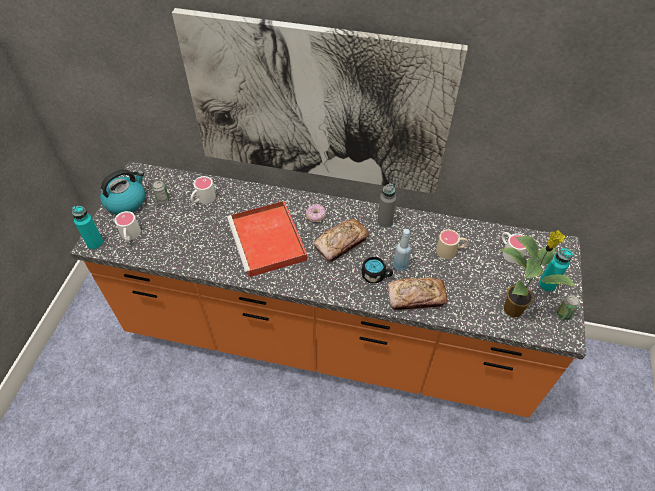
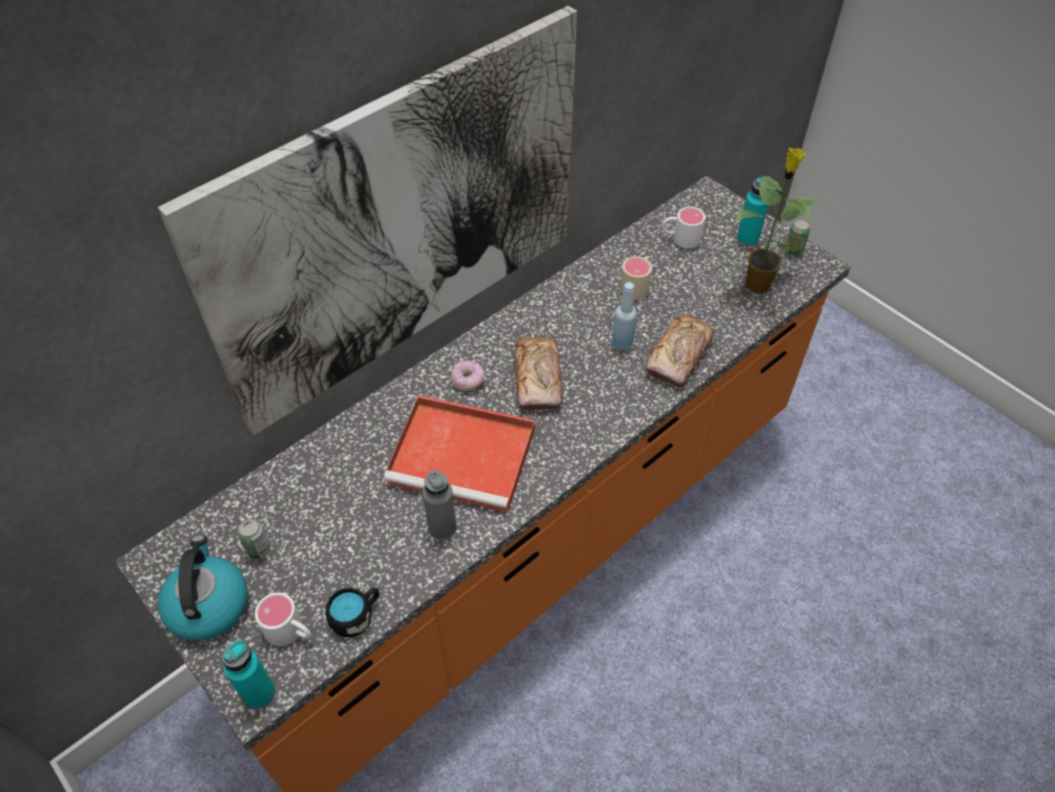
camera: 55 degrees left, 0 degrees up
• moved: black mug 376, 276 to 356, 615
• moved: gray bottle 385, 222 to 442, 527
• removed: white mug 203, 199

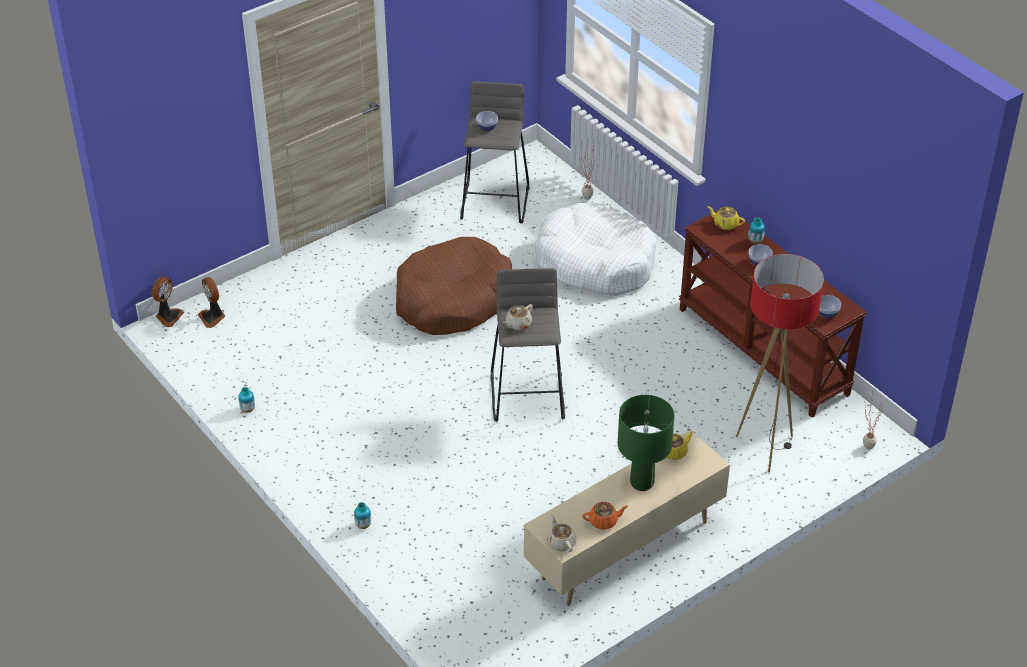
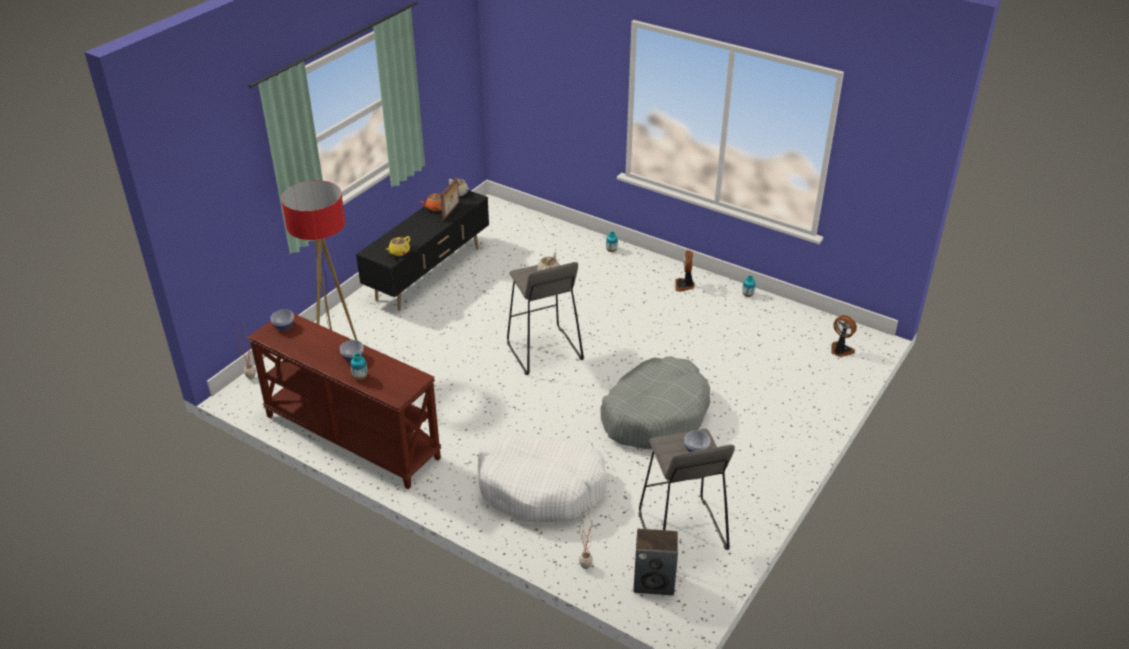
camera: 160 degrees right, 5 degrees down
• recoloured: sand-coloured tv stand 624, 550 to black tv stand 429, 274
• added: standing frame 451, 211
• recoloured: brownish pet bed 453, 300 to gray pet bed 655, 414
• added: loudspeaker 654, 582
• moved: electric fan 168, 316 to 685, 285
• removed: green lamp for a table 641, 482
• removed: yellow pot for tea 725, 224

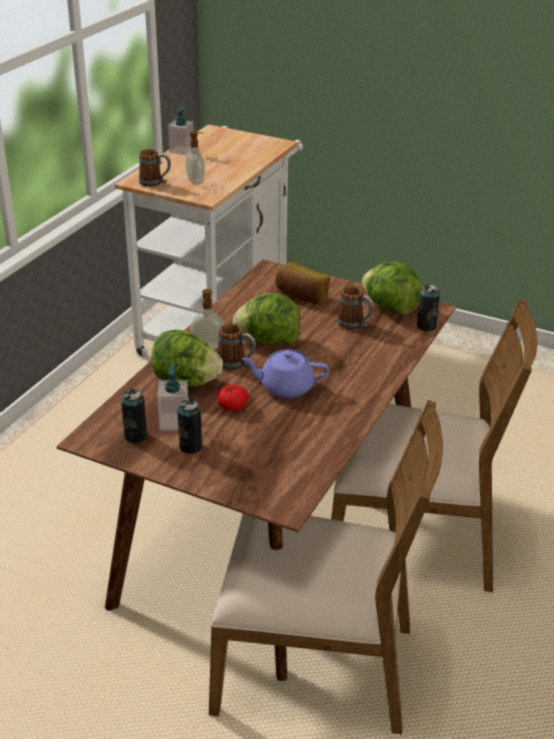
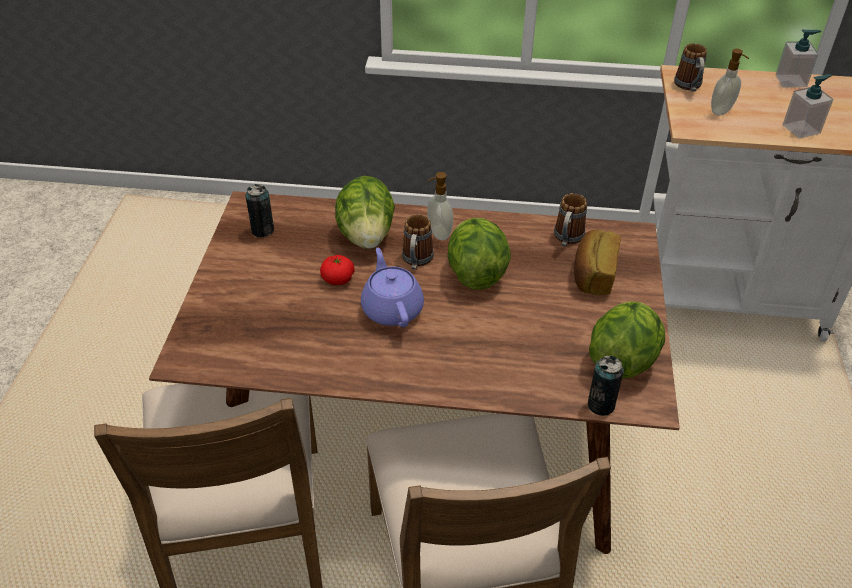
camera: 70 degrees right, 10 degrees up
• moved: mug 355, 325 to 567, 239
• moved: soap bottle 174, 421 to 801, 129
• removed: can 190, 446

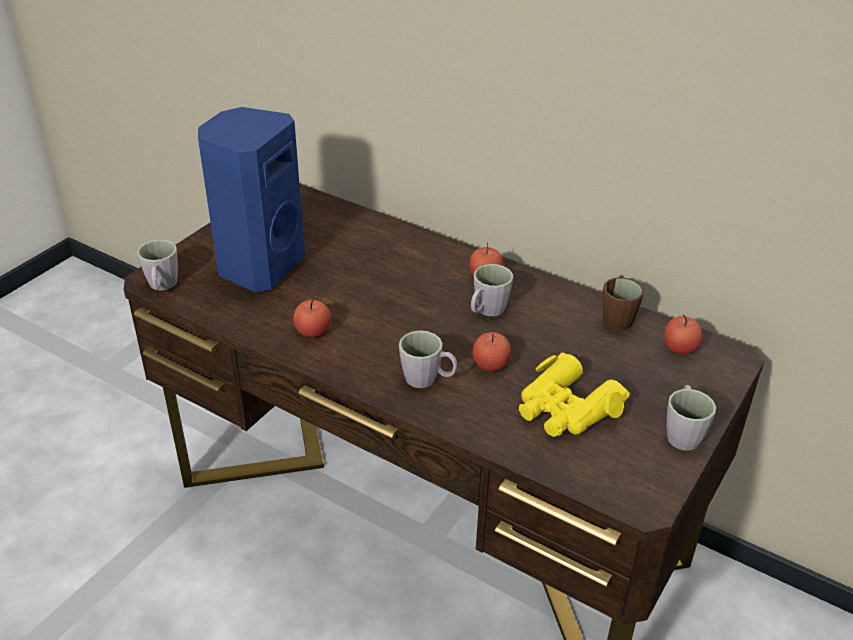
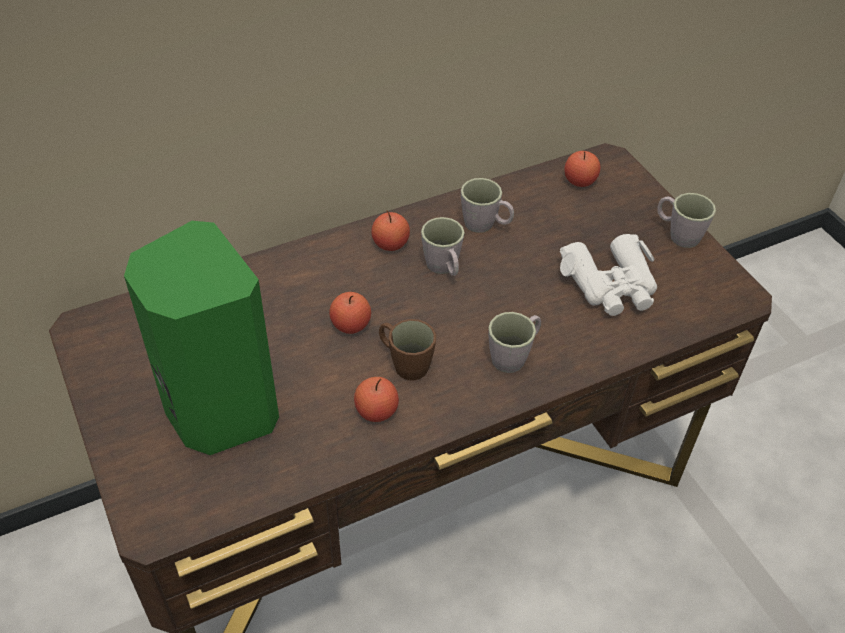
camera: 60 degrees left, 10 degrees up
• recoloured: blue-coloured loudspeaker 258, 266 to green loudspeaker 218, 411
• moved: whole apple 490, 365 to 350, 325
• moved: brownish mug 617, 317 to 404, 363
• moved: gray mug 162, 286 to 485, 225
• recoloured: yellow binoculars 566, 409 to white binoculars 611, 285

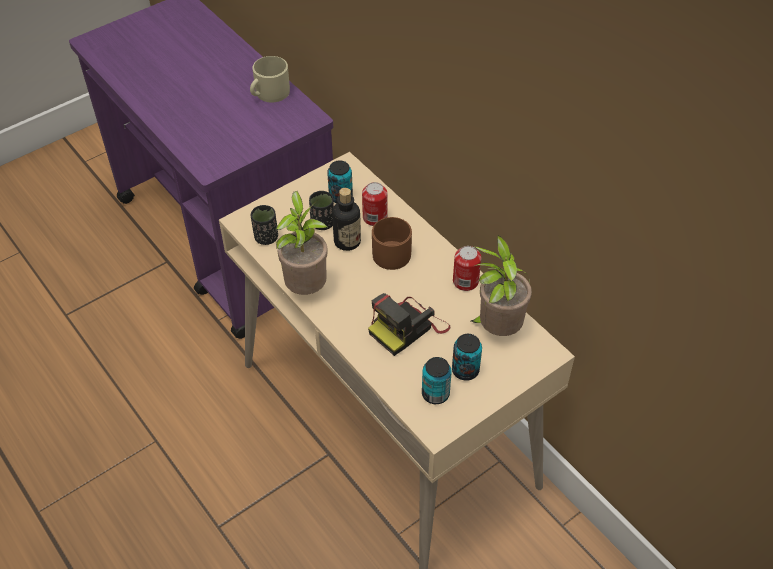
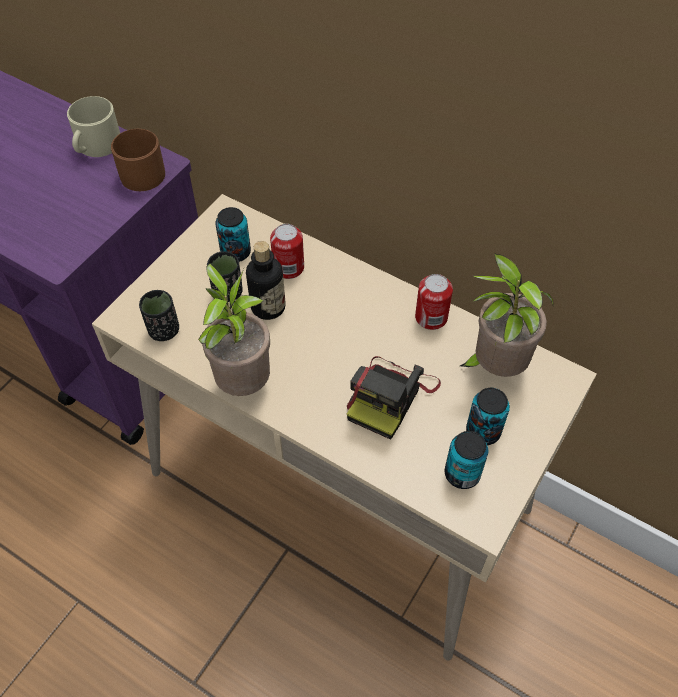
camera: 20 degrees left, 5 degrees up
• moved: brownish mug 393, 251 to 143, 171

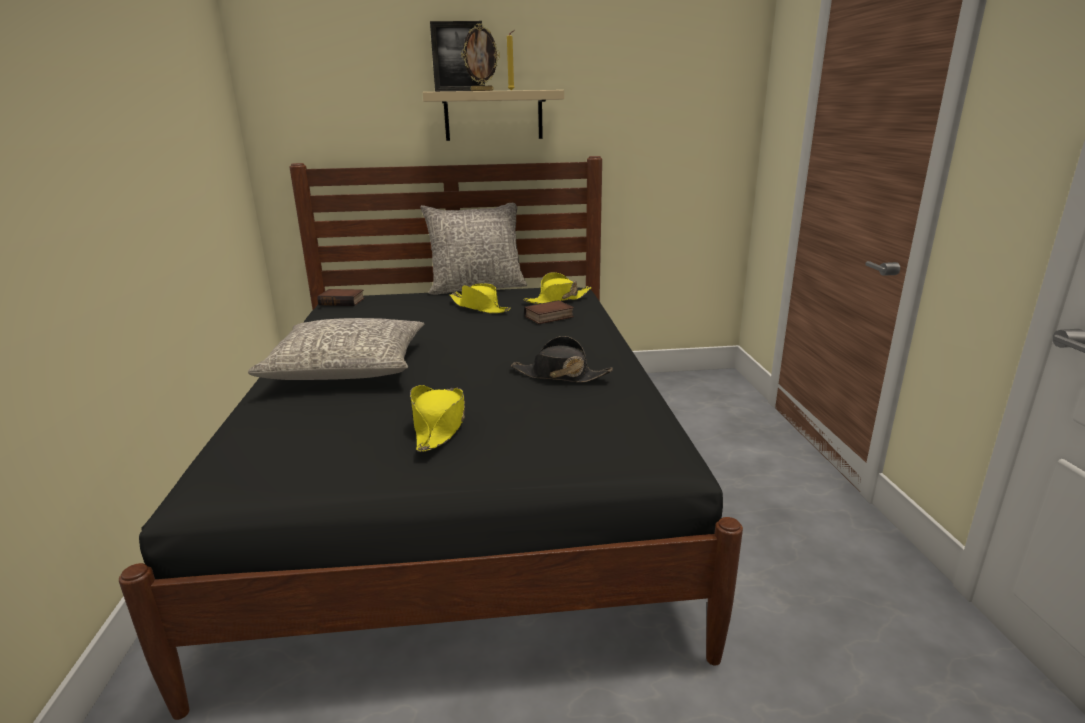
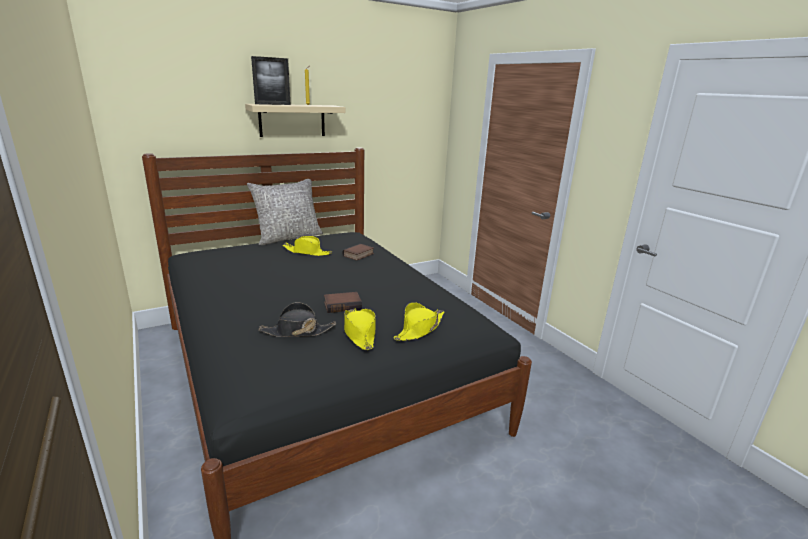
camera: 25 degrees left, 0 degrees up
• moved: black hat 560, 375 to 297, 331
• moved: bound book 343, 301 to 343, 305
• moved: yellow hat 558, 299 to 419, 329
• removed: gray cushion 348, 368
• removed: standing frame 482, 90

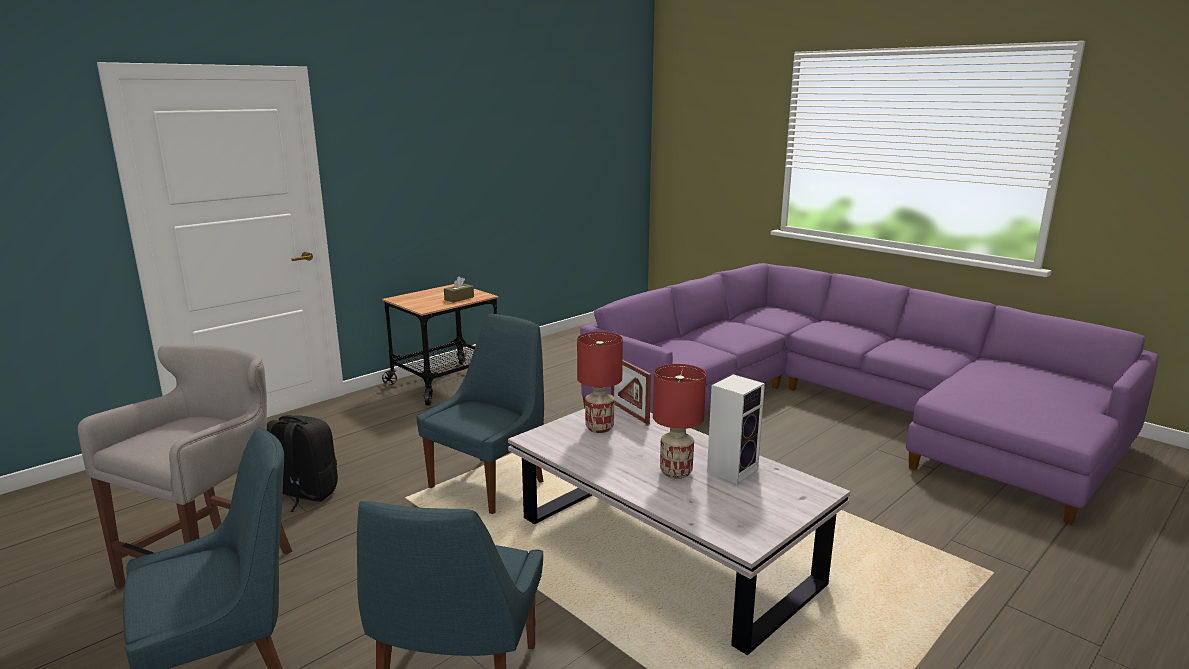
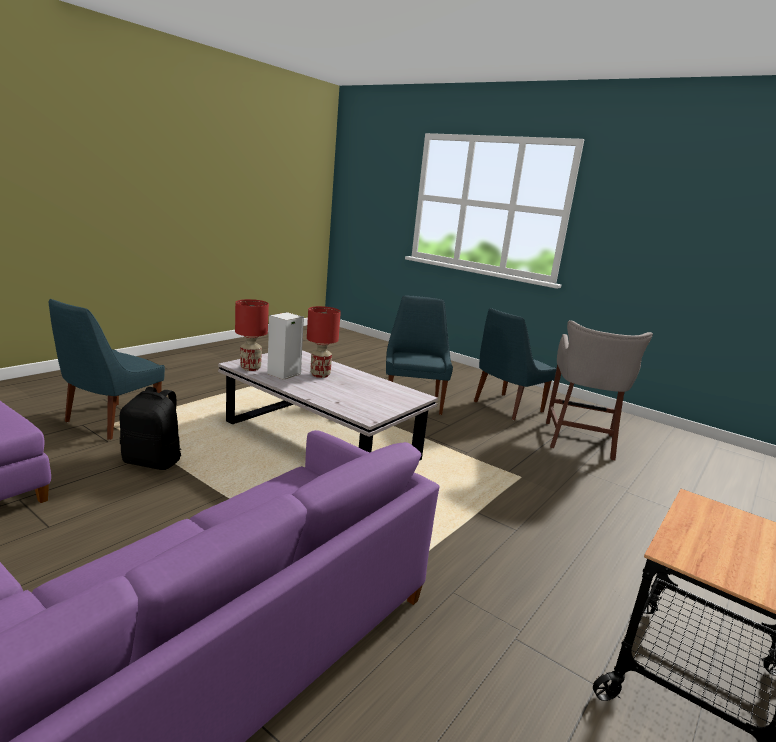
camera: 170 degrees right, 0 degrees up
• moved: blue-coloured plain chair 490, 483 to 110, 422
• moved: black rucksack 304, 494 to 153, 461
• moved: red lamp for a table 600, 428 to 250, 368
• removed: brownish tissue box 459, 298
• removed: standing frame 629, 412

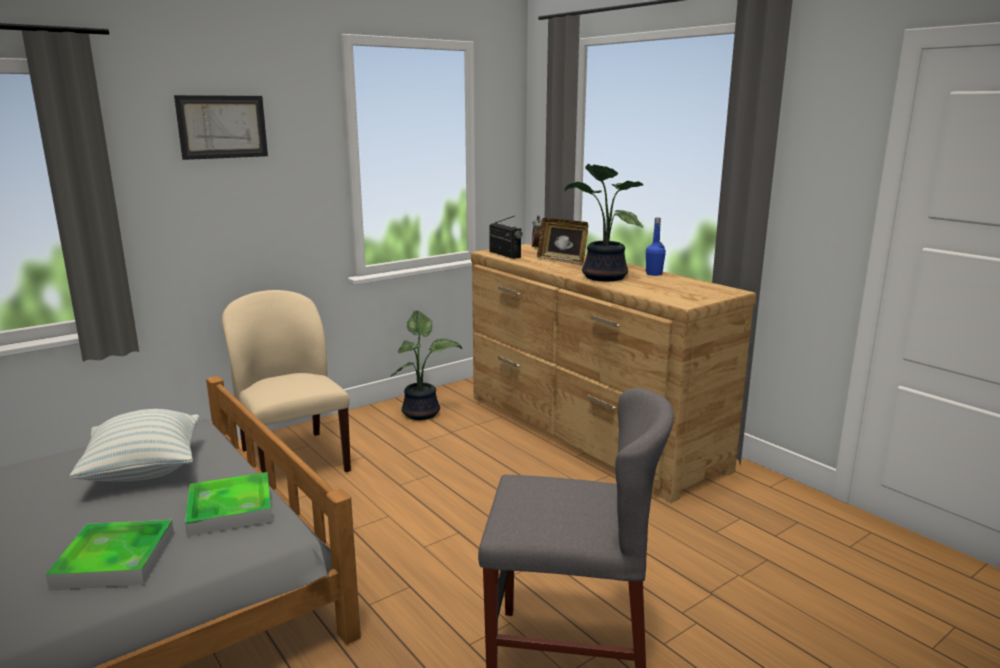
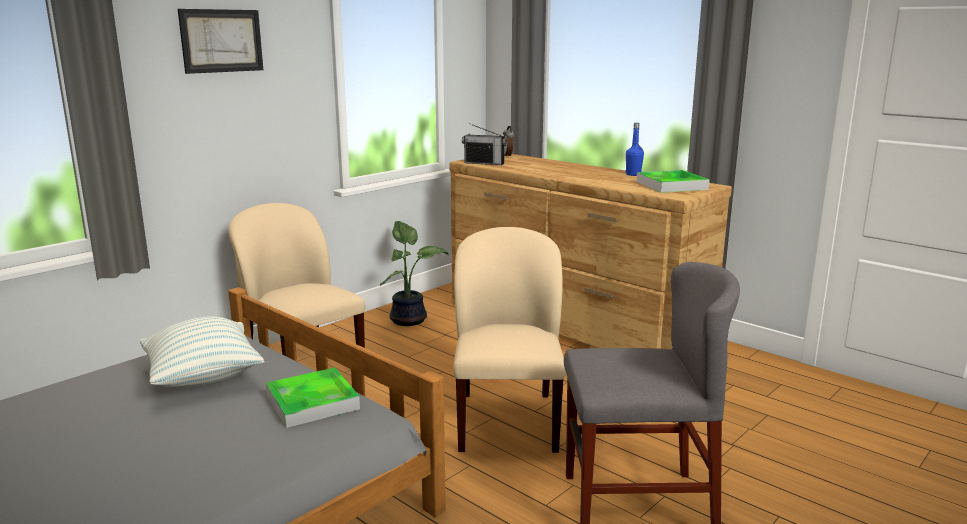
camera: 10 degrees left, 0 degrees up
• added: sand-coloured plain chair 507, 420
• turned: radio 504, 255 = 484, 163 150 degrees clockwise
• moved: tray 115, 560 to 671, 185
• removed: standing frame 562, 261
• removed: houseplant 601, 277

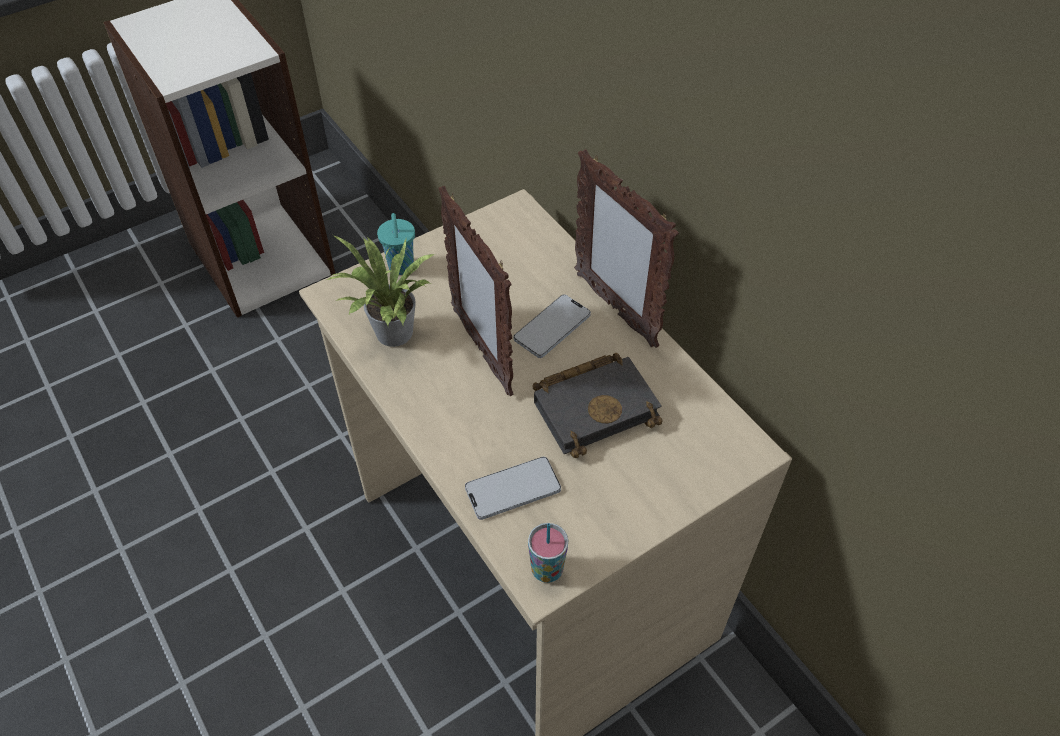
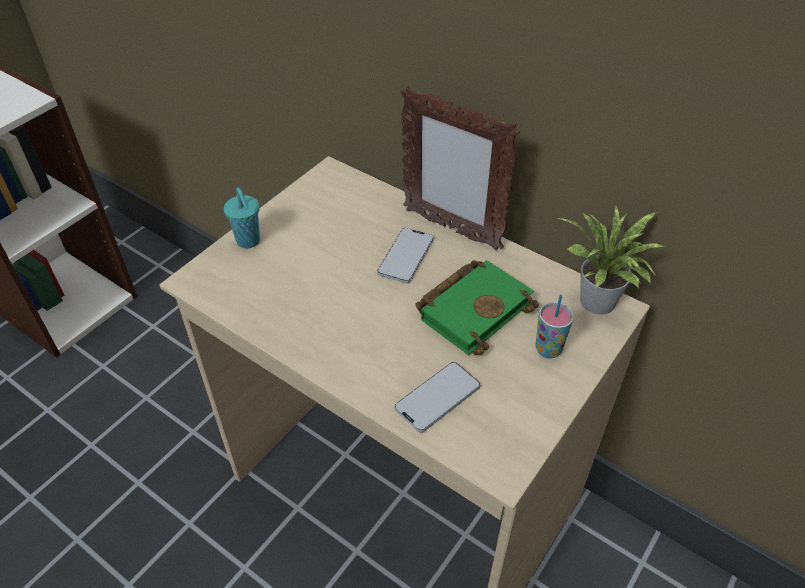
camera: 20 degrees left, 5 degrees down
• recoloured: black bound book 596, 406 to green bound book 474, 308
• moved: cup 547, 570 to 548, 349
• moved: houseplant 391, 336 to 598, 305
• removed: standing frame 481, 350

